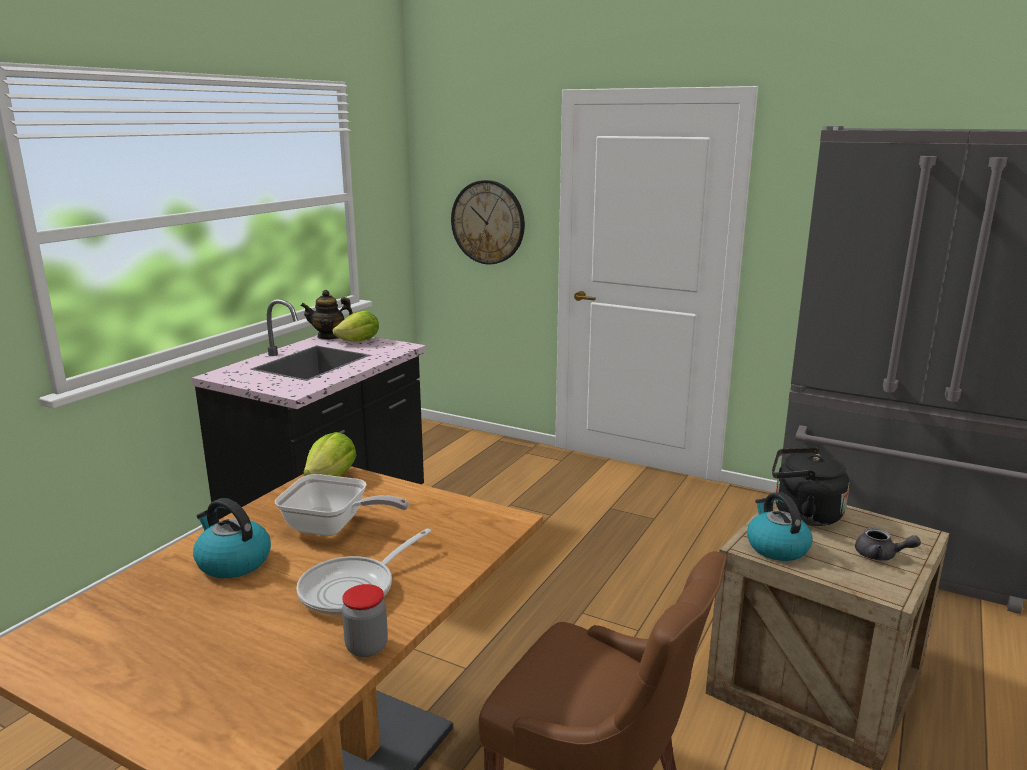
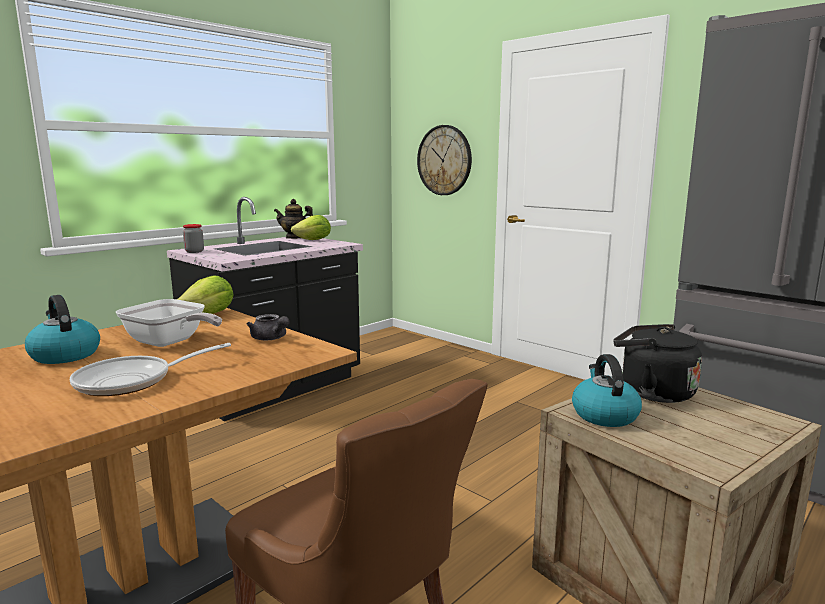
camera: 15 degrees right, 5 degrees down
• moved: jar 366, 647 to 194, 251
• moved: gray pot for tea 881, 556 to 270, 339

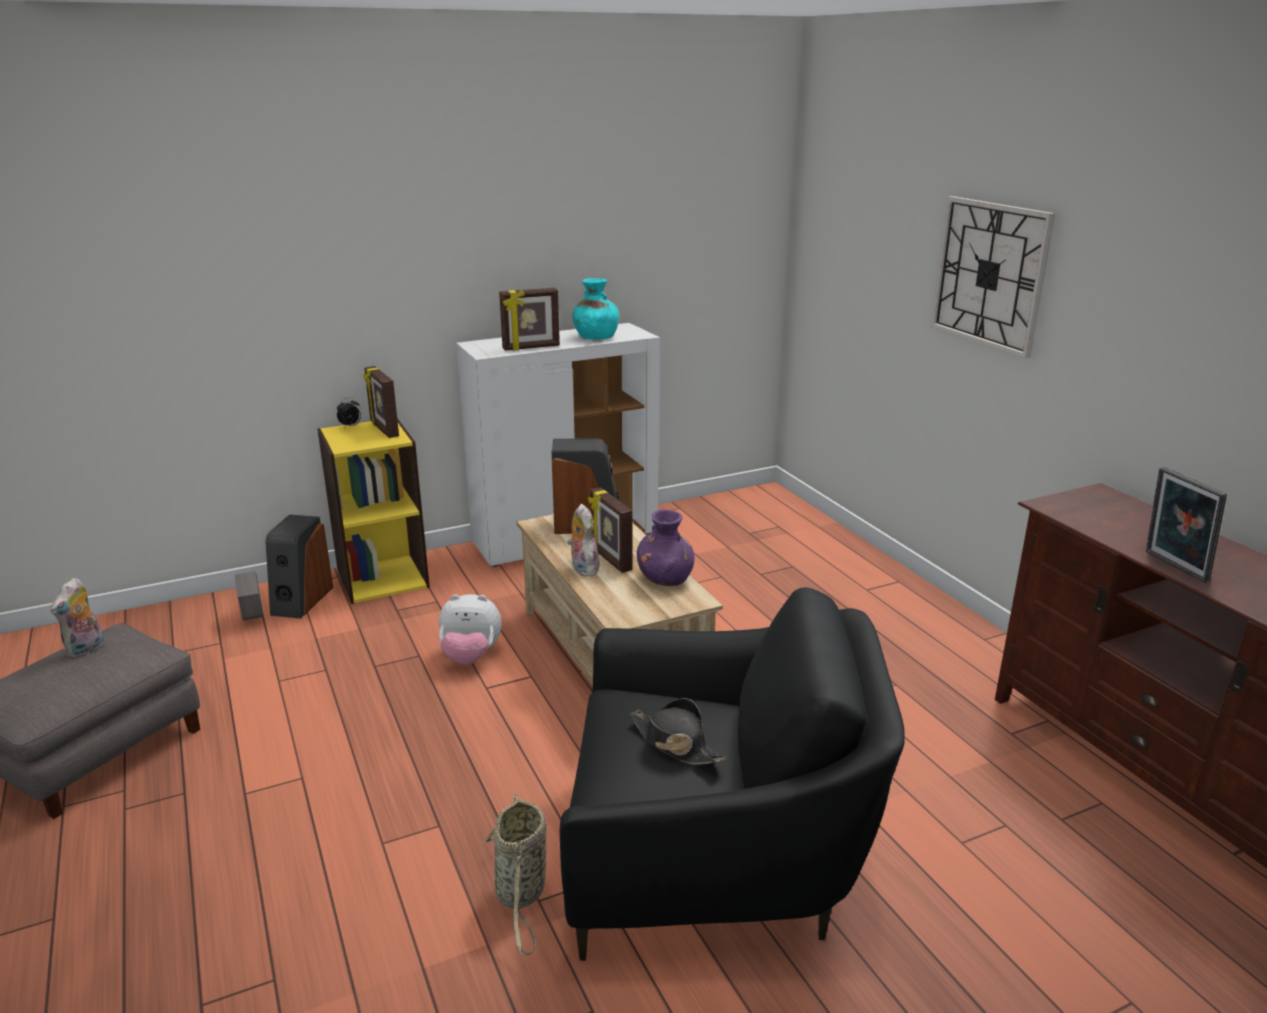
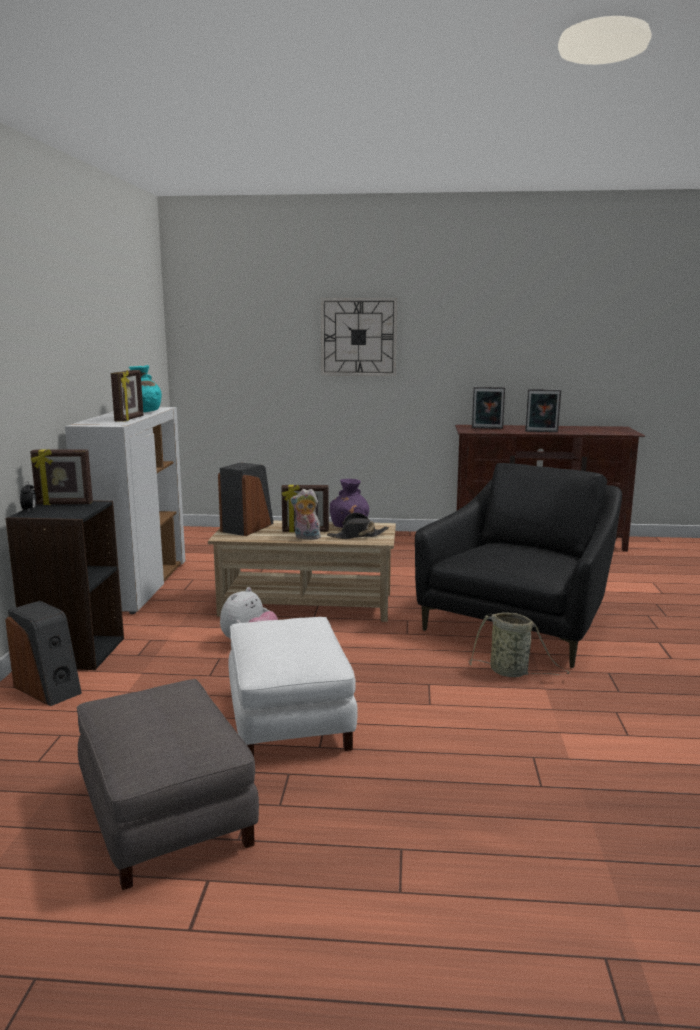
camera: 60 degrees left, 10 degrees down
• recoloured: yellow bookcase 382, 578 to black bookcase 74, 652
• added: white ottoman 288, 719
• moved: black hat 675, 743 to 357, 536
• added: standing frame 487, 428
• removed: soft toy 87, 650
• removed: gray plant pot 253, 618

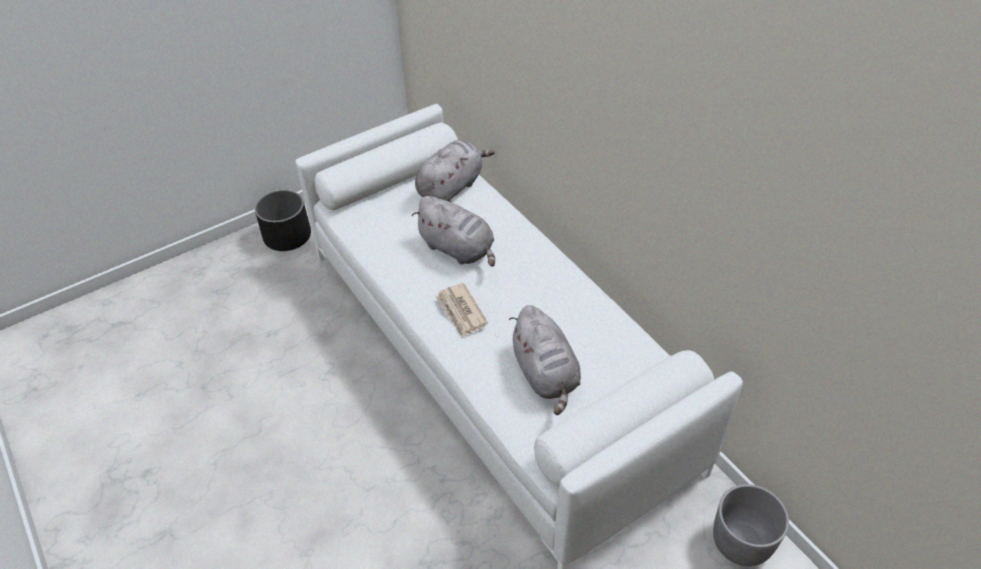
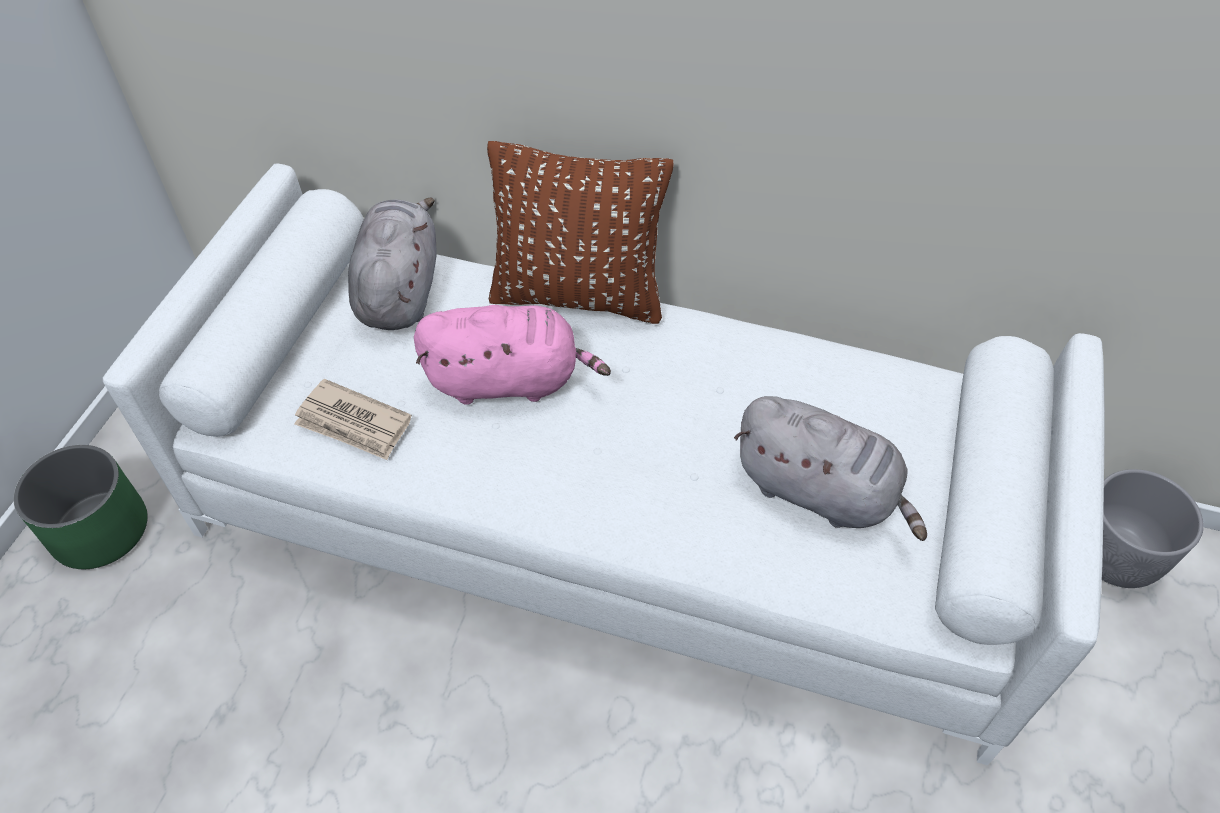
camera: 40 degrees left, 5 degrees up
• recoloured: black plant pot 287, 236 to green plant pot 100, 531
• moved: printed paper 461, 312 to 354, 423
• recoloured: gray soft toy 459, 249 to pinkish soft toy 509, 380
• added: brownish cushion 578, 296

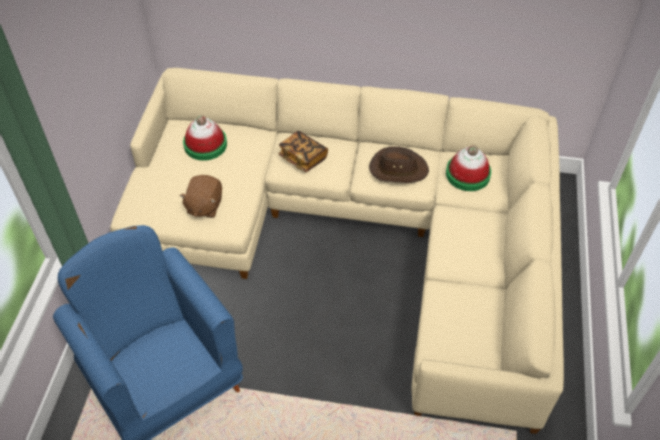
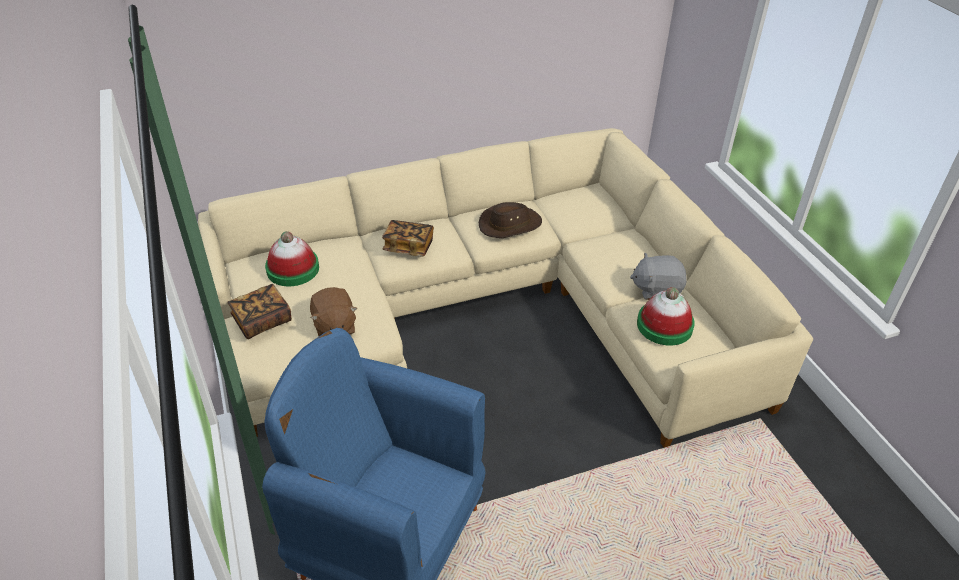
camera: 30 degrees left, 10 degrees down
• added: bound book 262, 321
• added: gray soft toy 656, 289
• moved: hat 467, 174 to 664, 325

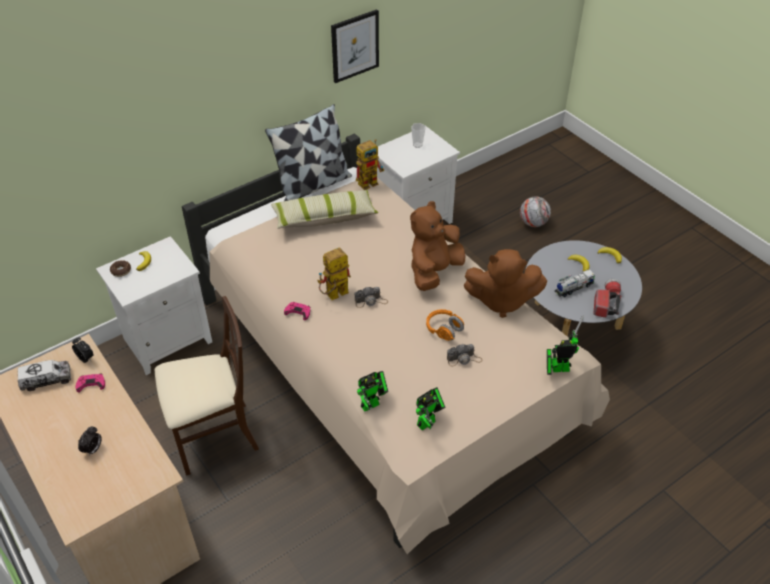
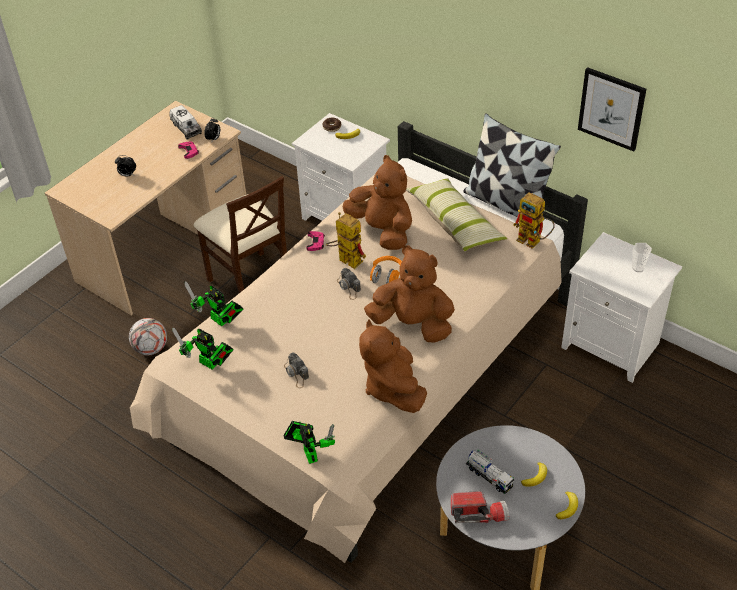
camera: 75 degrees right, 0 degrees up
• moved: football ball 533, 223 to 151, 349
• added: brownish soft toy 382, 230
• moved: orange-coloured headset 444, 330 to 386, 276

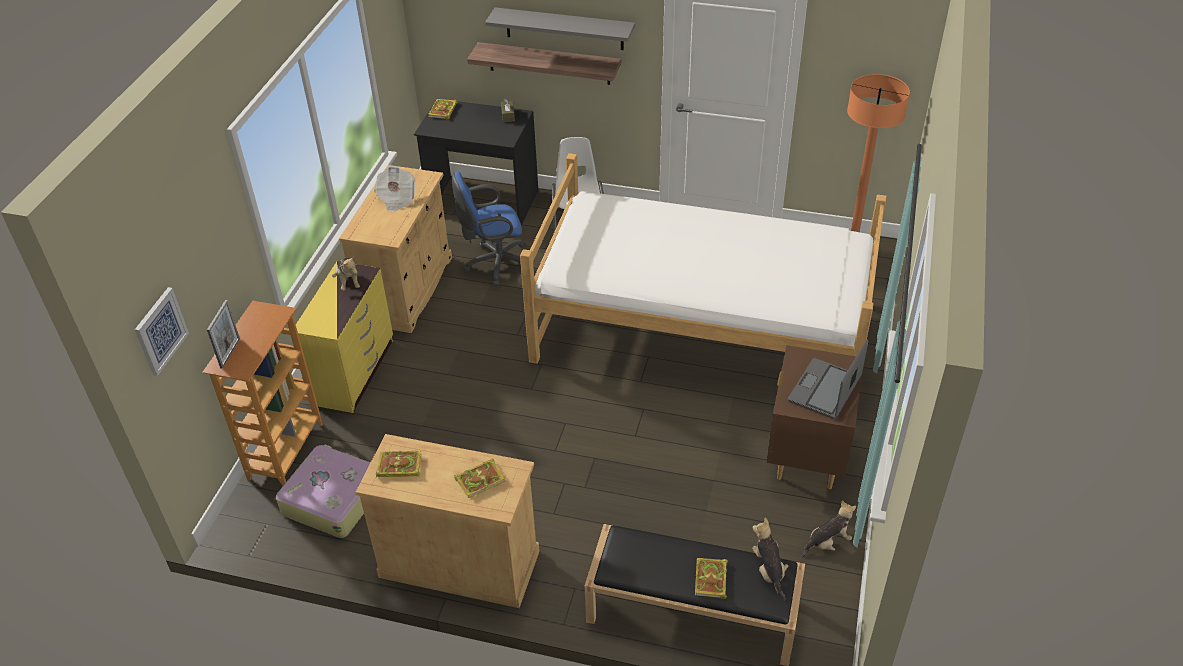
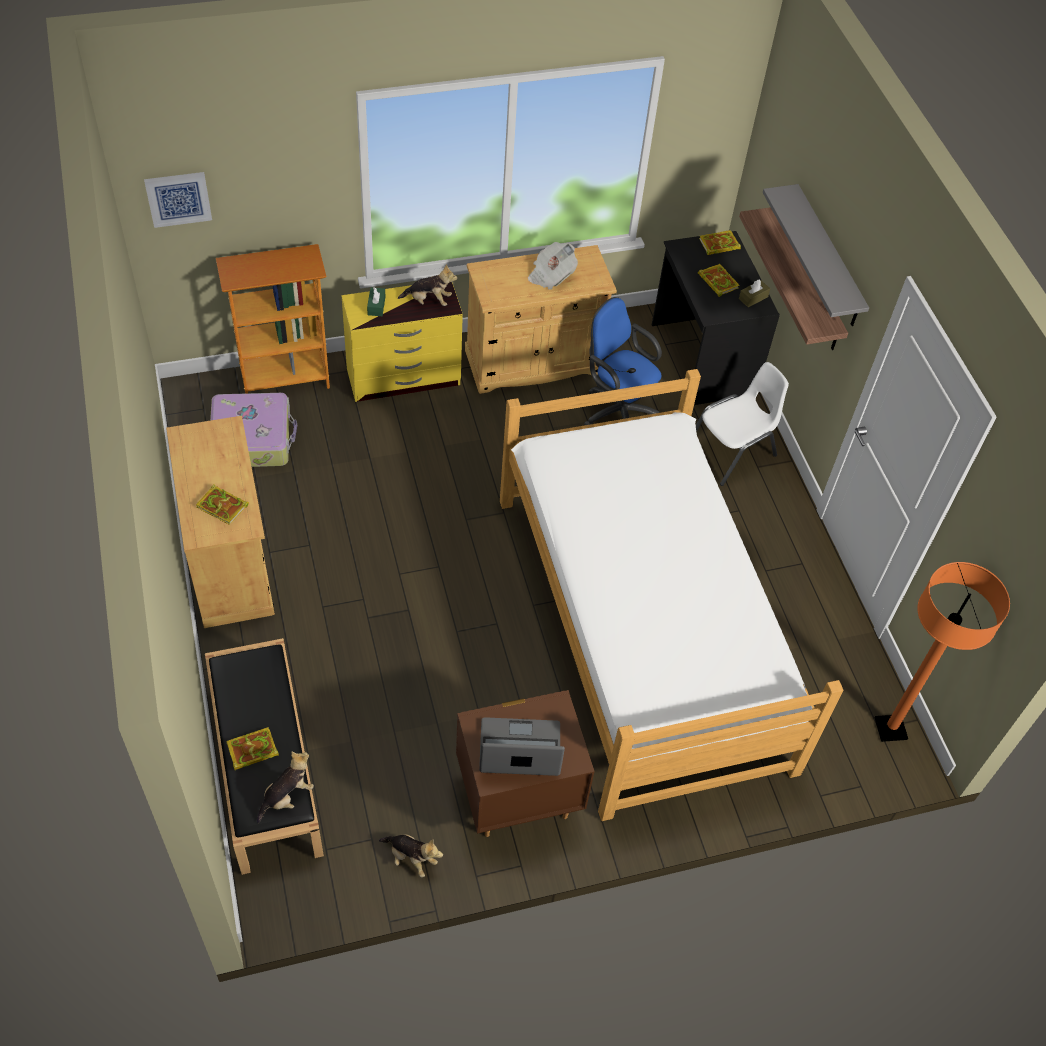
camera: 55 degrees right, 10 degrees up
• added: green tissue box 376, 306
• turned: soft toy 348, 281 = 428, 301 120 degrees counterclockwise
• moved: bound book 398, 466 to 717, 281
• removed: standing frame 230, 353

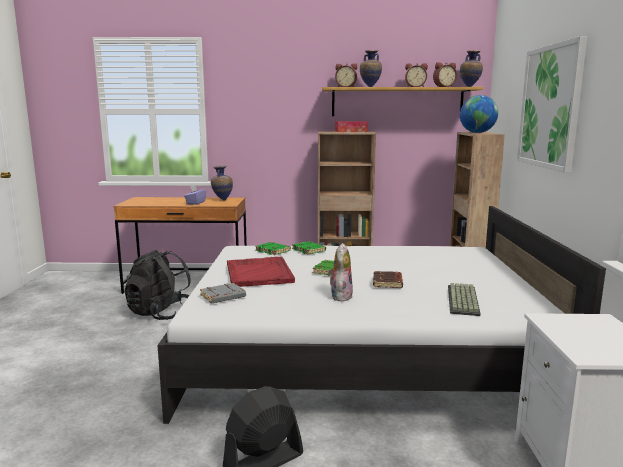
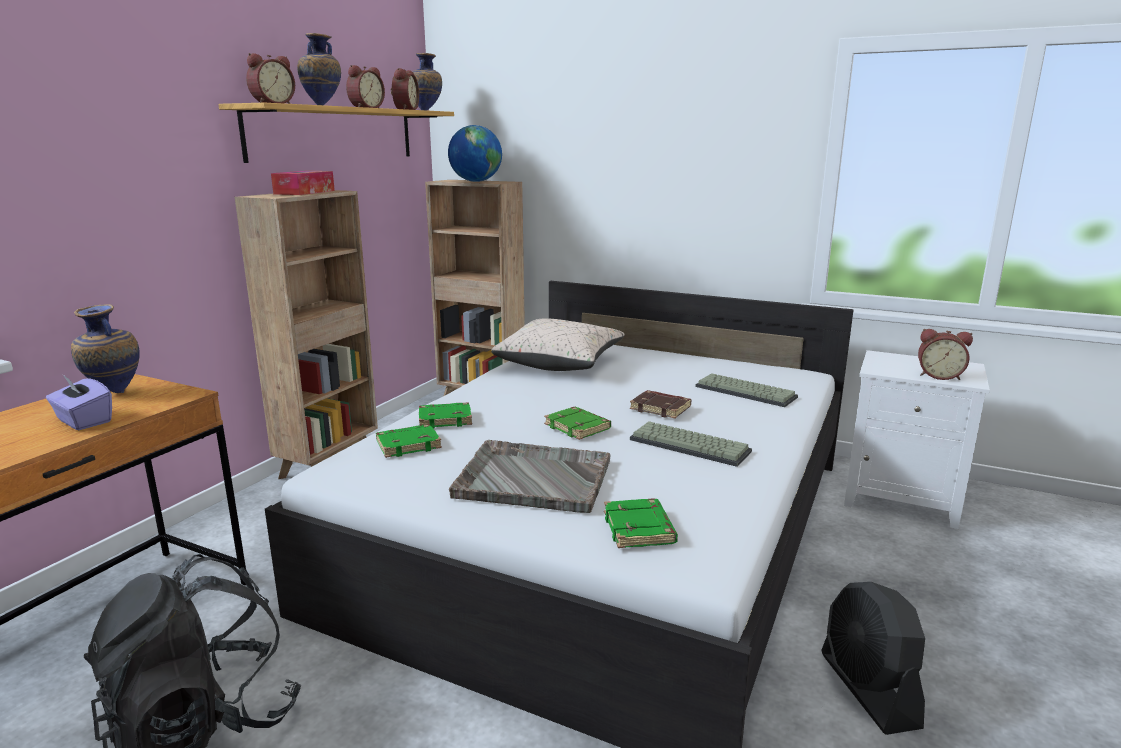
camera: 65 degrees left, 5 degrees up
• recoloured: red tray 259, 273 to gray tray 532, 478
• added: sand-coloured cushion 560, 363
• recoloured: gray bound book 223, 297 to green bound book 640, 529
• replaced: soft toy 340, 296 to PC keyboard 691, 445
• added: table clock 939, 376
• removed: wall picture 550, 106

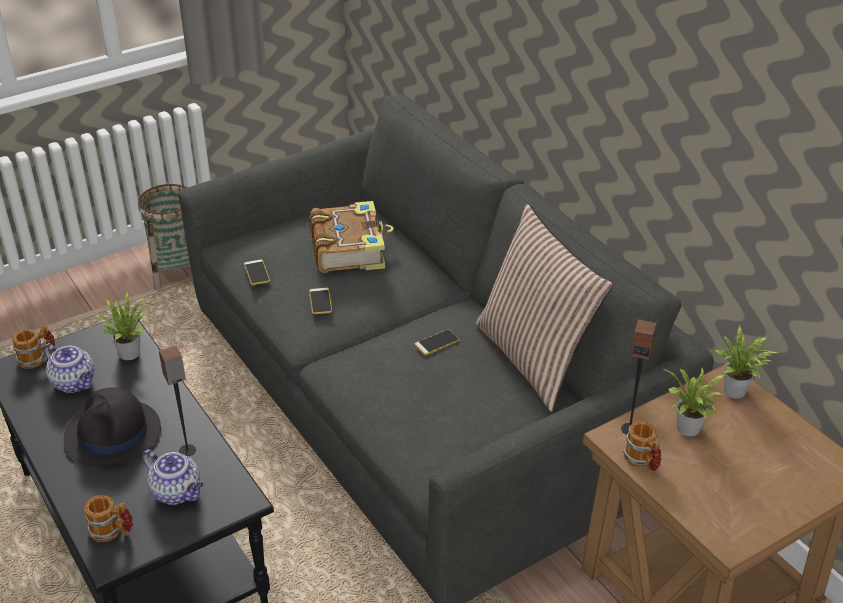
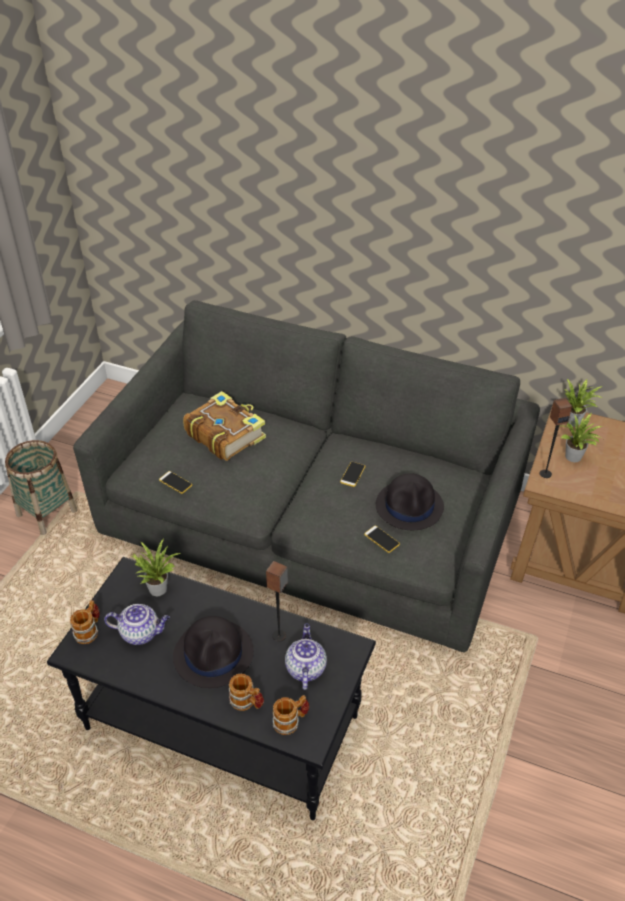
camera: 35 degrees left, 5 degrees up
• moved: mug 642, 461 to 247, 702
• turned: pot for tea 178, 492 = 305, 668 90 degrees counterclockwise
• moved: telephone 320, 301 to 381, 539
• added: black hat 410, 506
• removed: cushion 534, 358

